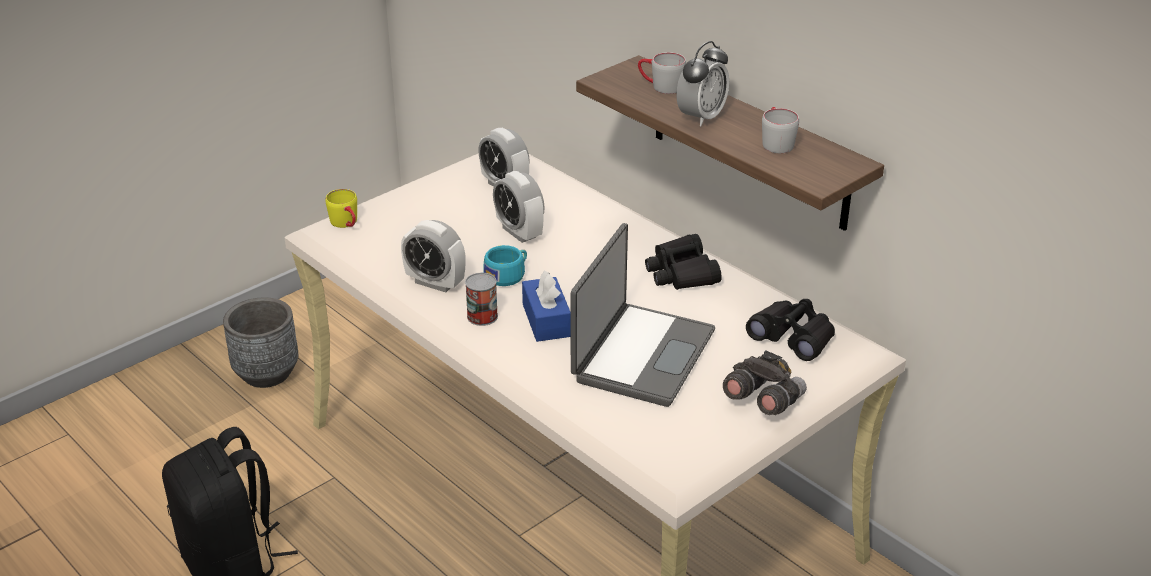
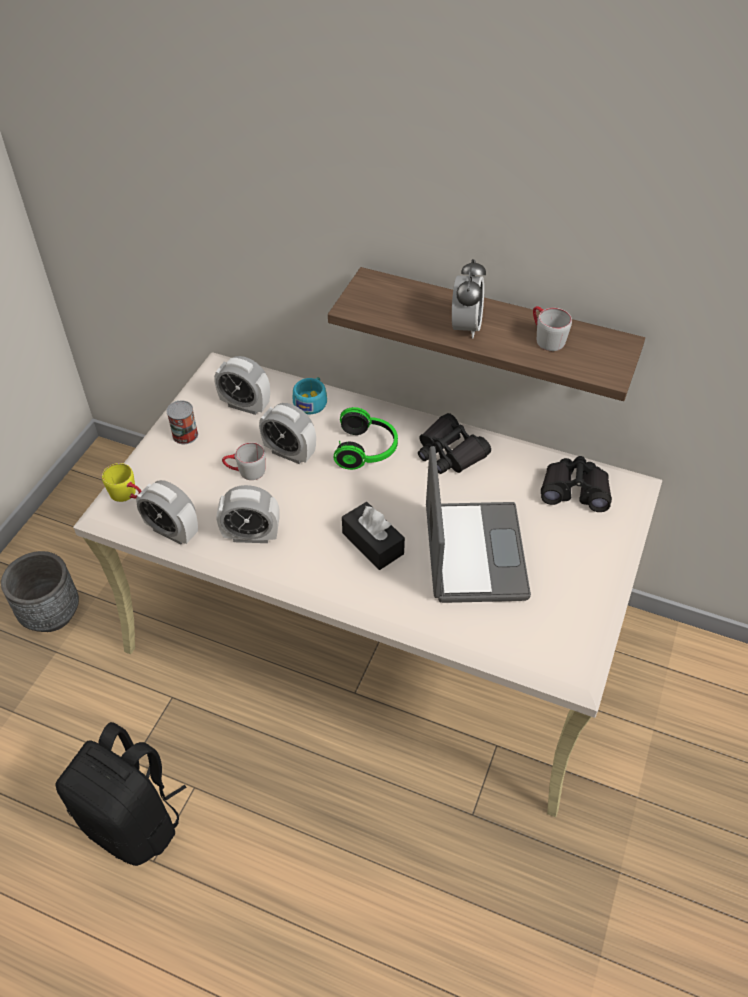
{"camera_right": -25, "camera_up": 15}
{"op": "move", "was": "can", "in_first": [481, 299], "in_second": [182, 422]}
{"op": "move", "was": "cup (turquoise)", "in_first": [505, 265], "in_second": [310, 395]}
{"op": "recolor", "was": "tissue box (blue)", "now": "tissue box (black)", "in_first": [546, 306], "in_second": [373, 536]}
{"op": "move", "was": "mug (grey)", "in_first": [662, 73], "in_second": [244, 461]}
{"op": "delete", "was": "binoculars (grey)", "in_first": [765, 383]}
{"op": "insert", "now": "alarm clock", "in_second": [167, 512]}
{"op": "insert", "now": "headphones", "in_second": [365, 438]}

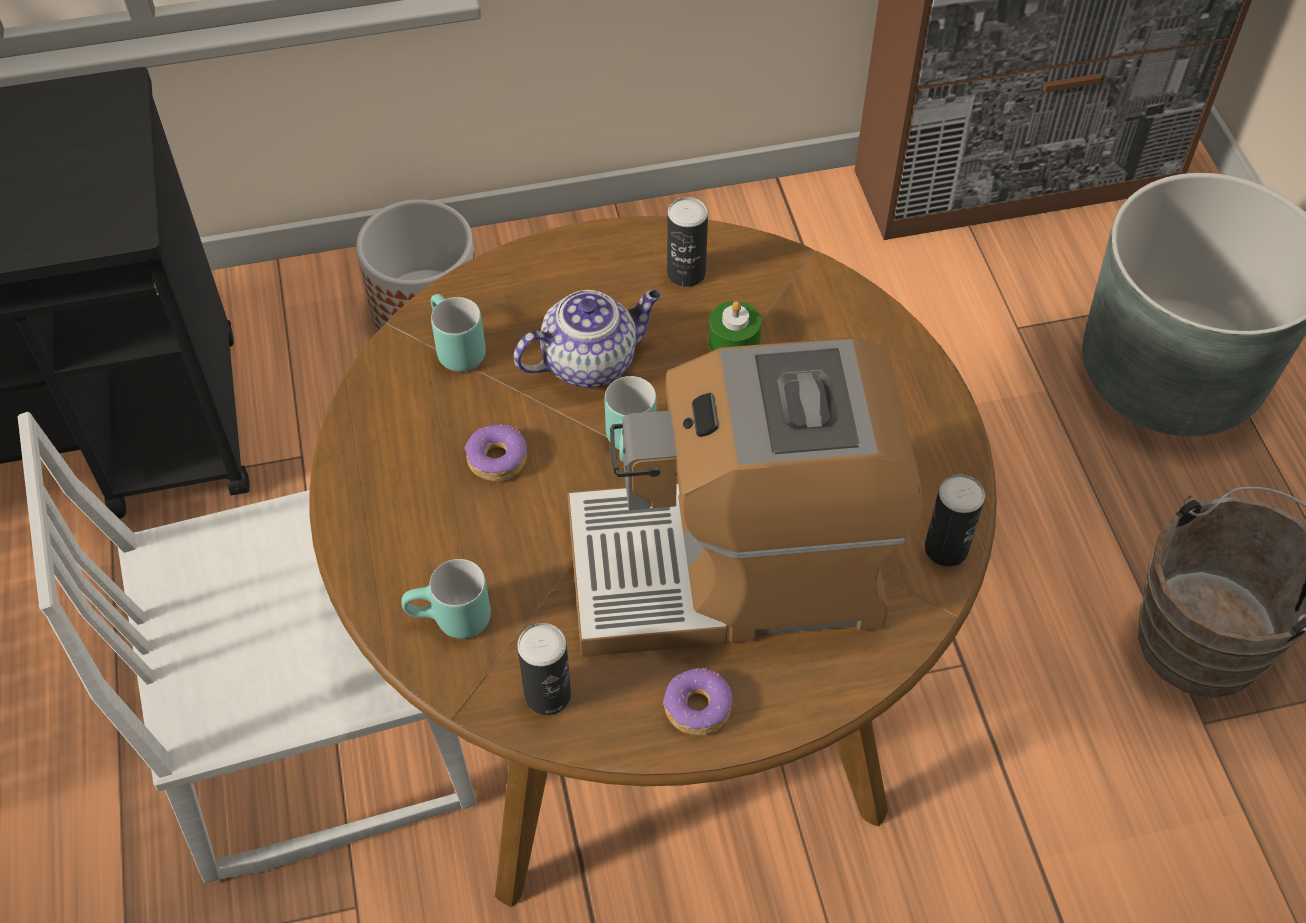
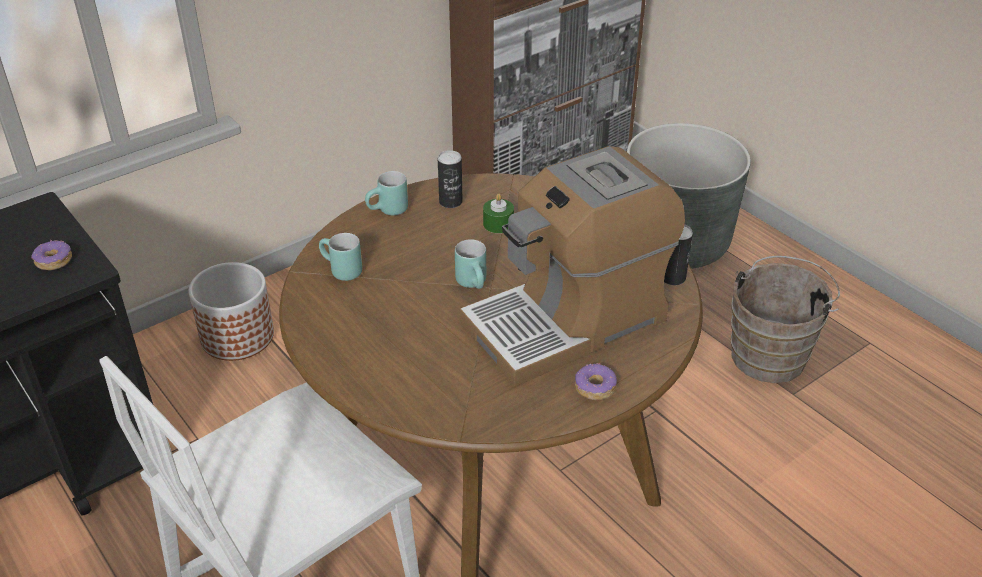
{"camera_right": -25, "camera_up": -15}
{"op": "move", "was": "mug (turquoise)", "in_first": [446, 599], "in_second": [386, 193]}
{"op": "move", "was": "donut", "in_first": [495, 453], "in_second": [51, 255]}
{"op": "delete", "was": "teapot", "in_first": [587, 339]}
{"op": "delete", "was": "can", "in_first": [544, 669]}

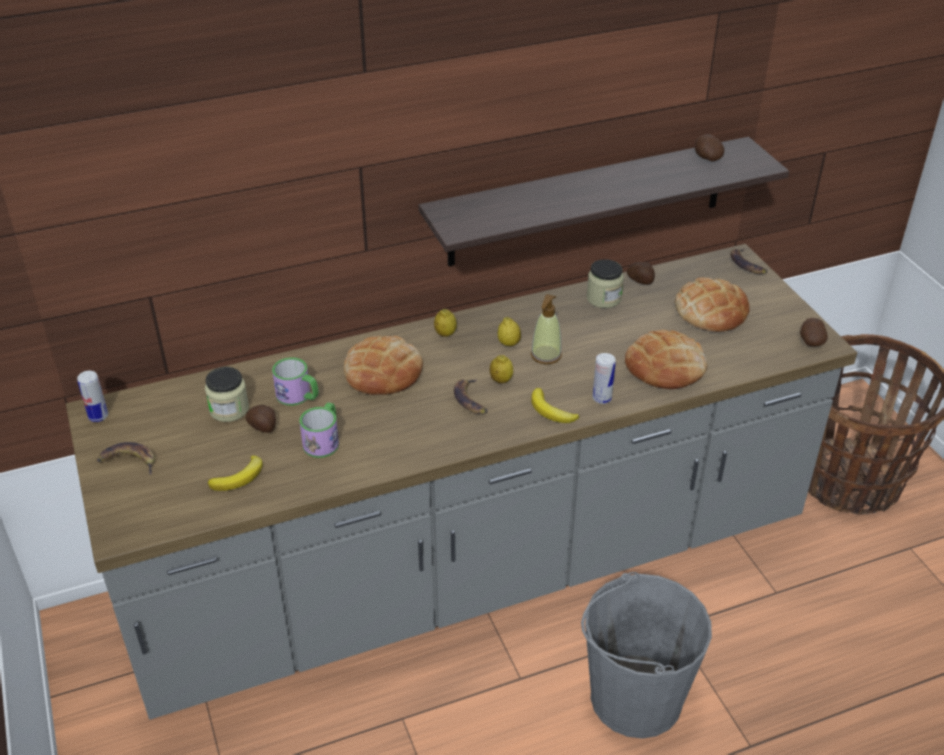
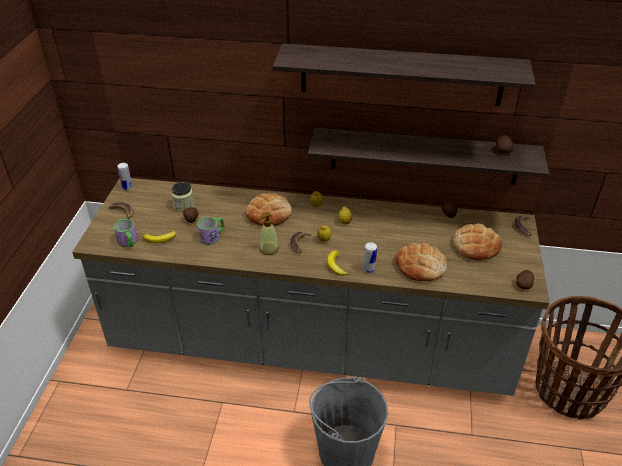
{"camera_right": 30, "camera_up": 0}
{"op": "move", "was": "mug", "in_first": [295, 381], "in_second": [126, 233]}
{"op": "move", "was": "soap dispenser", "in_first": [546, 329], "in_second": [268, 233]}
{"op": "delete", "was": "jar", "in_first": [605, 283]}
{"op": "insert", "now": "shelf", "in_second": [404, 74]}

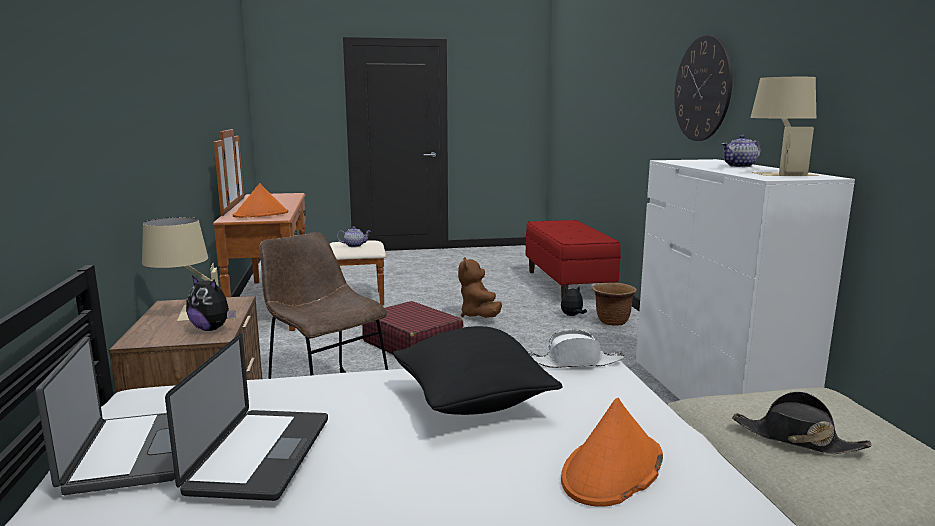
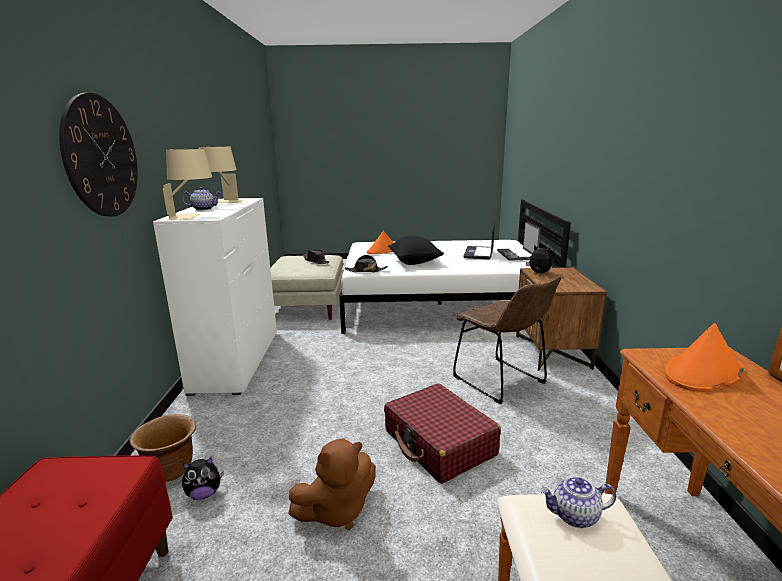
{"camera_right": -170, "camera_up": 5}
{"op": "move", "was": "table lamp (beige)", "in_first": [180, 269], "in_second": [187, 184]}
{"op": "rotate", "was": "plush toy (brown)", "in_first": [480, 287], "in_second": [332, 484], "clockwise": 60}
{"op": "recolor", "was": "hat (white)", "now": "hat (black)", "in_first": [575, 349], "in_second": [366, 264]}

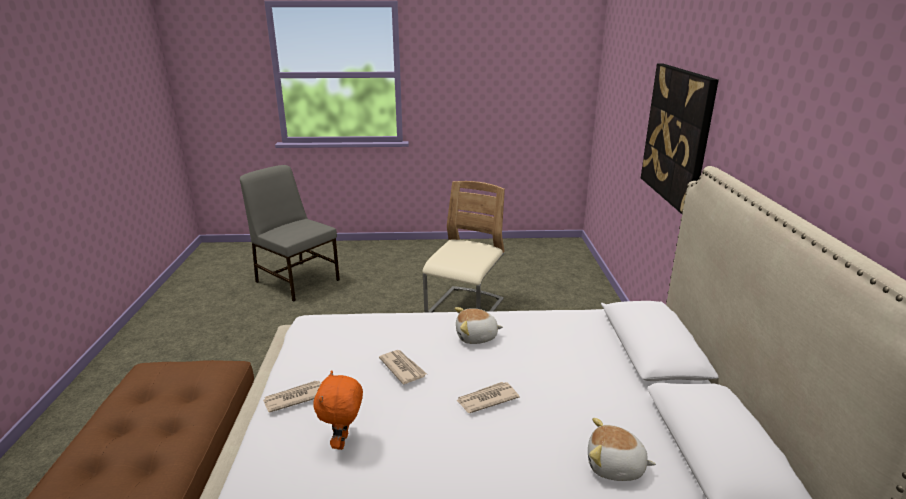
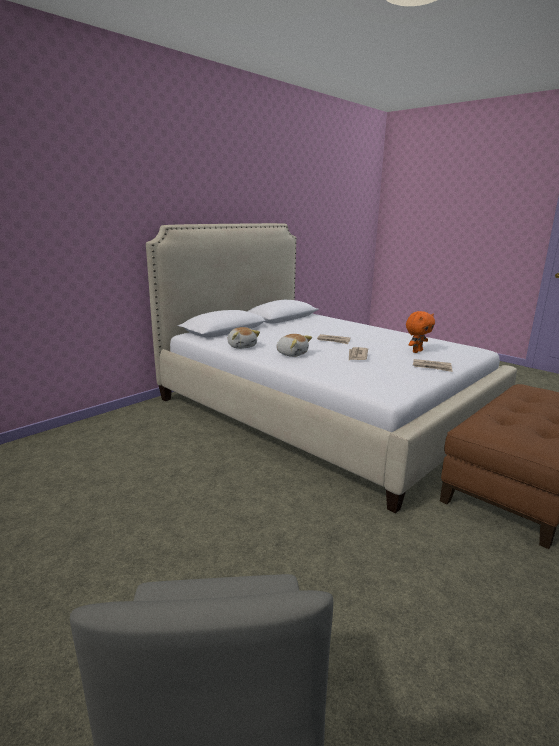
{"camera_right": -135, "camera_up": -5}
{"op": "delete", "was": "chair (beige)", "in_first": [464, 247]}
{"op": "move", "was": "plush toy", "in_first": [622, 449], "in_second": [243, 338]}
{"op": "delete", "was": "picture", "in_first": [680, 139]}

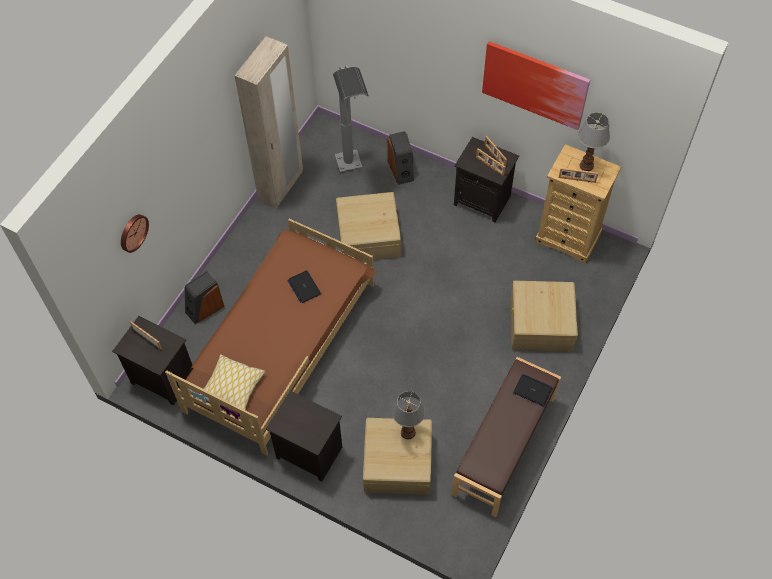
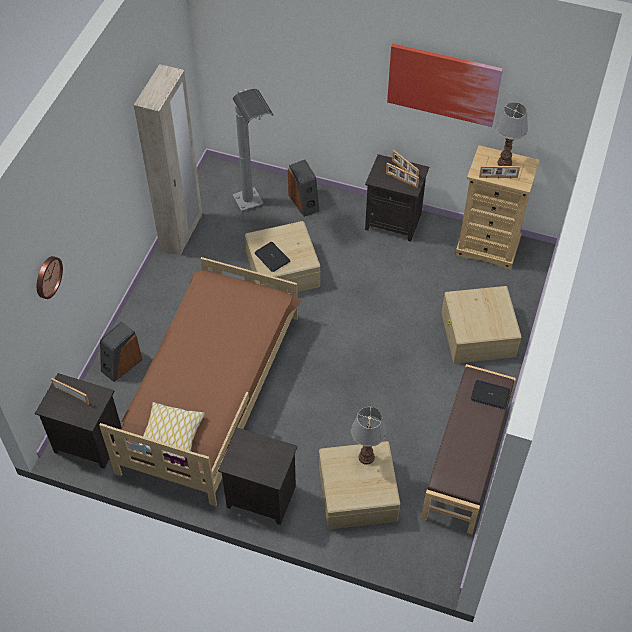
{"camera_right": -10, "camera_up": -5}
{"op": "move", "was": "laptop", "in_first": [304, 286], "in_second": [272, 257]}

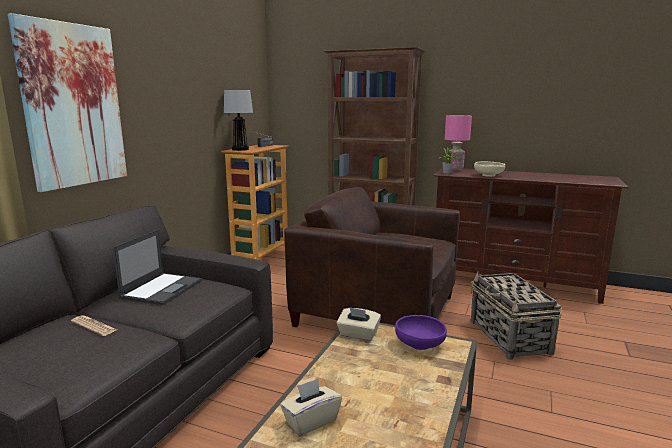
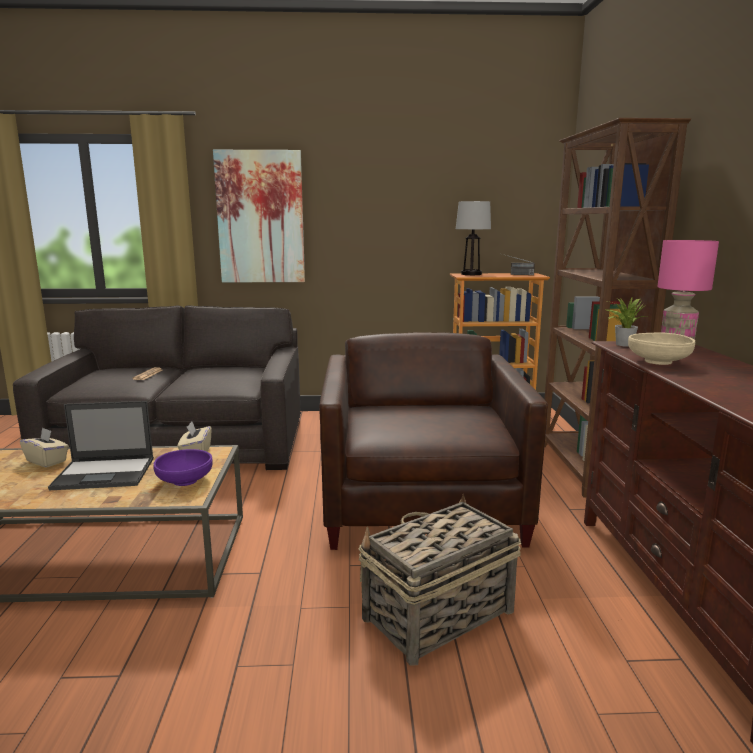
{"camera_right": 65, "camera_up": 0}
{"op": "move", "was": "laptop", "in_first": [157, 267], "in_second": [101, 445]}

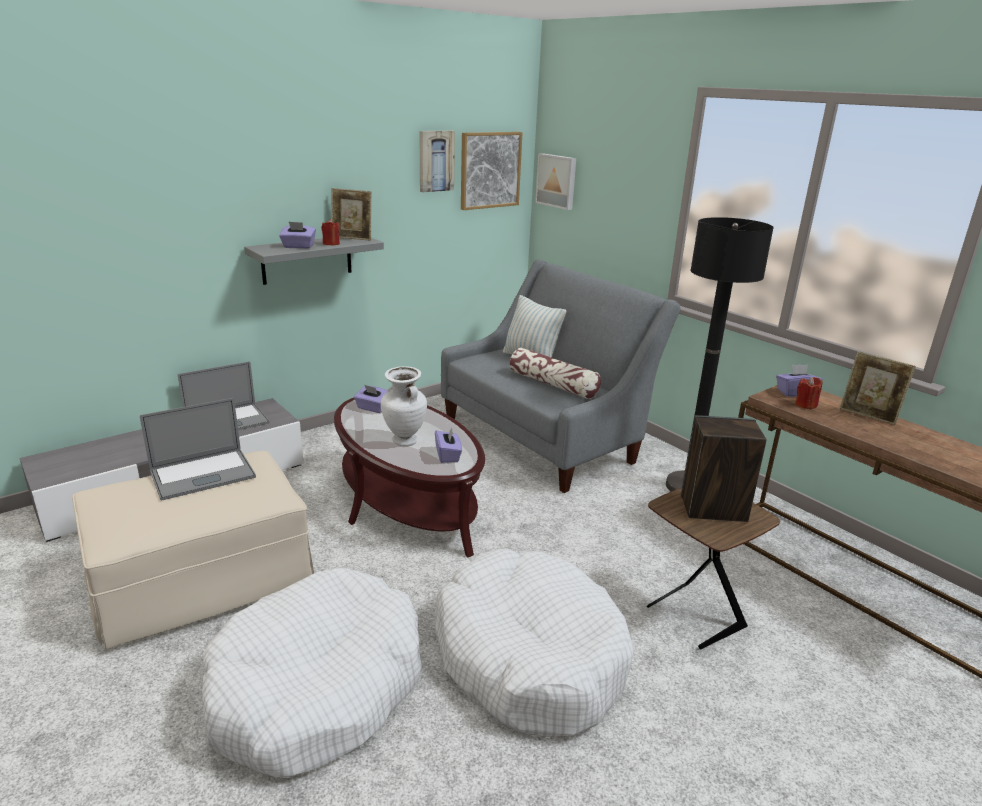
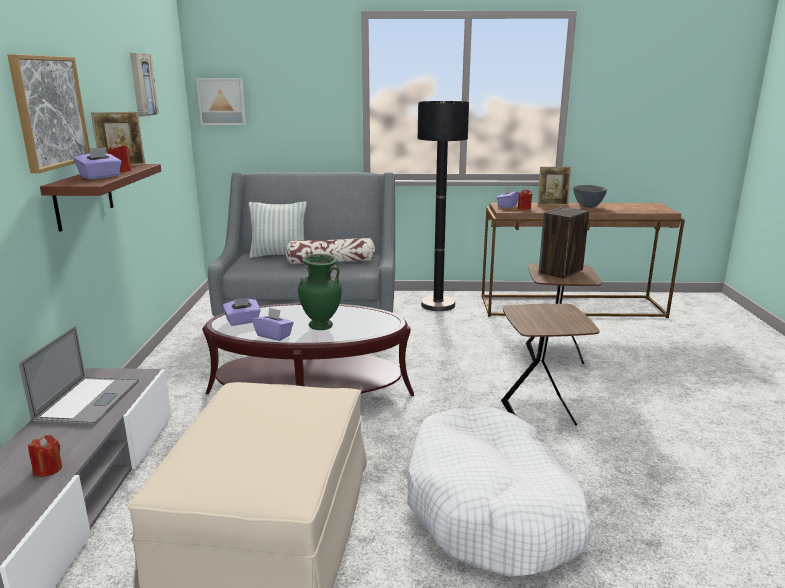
{"camera_right": -50, "camera_up": -5}
{"op": "delete", "was": "laptop", "in_first": [198, 449]}
{"op": "recolor", "was": "shelf (grey)", "now": "shelf (brown)", "in_first": [314, 261], "in_second": [100, 198]}
{"op": "recolor", "was": "vase (white)", "now": "vase (green)", "in_first": [404, 406], "in_second": [320, 292]}
{"op": "move", "was": "tissue box (purple)", "in_first": [448, 445], "in_second": [273, 324]}
{"op": "replace", "was": "dog bed (white)", "now": "side table (brown)", "in_first": [534, 643], "in_second": [550, 365]}
{"op": "move", "was": "picture", "in_first": [492, 171], "in_second": [48, 114]}
{"op": "insert", "now": "candle (red)", "in_second": [45, 456]}
{"op": "insert", "now": "bowl (grey)", "in_second": [590, 196]}

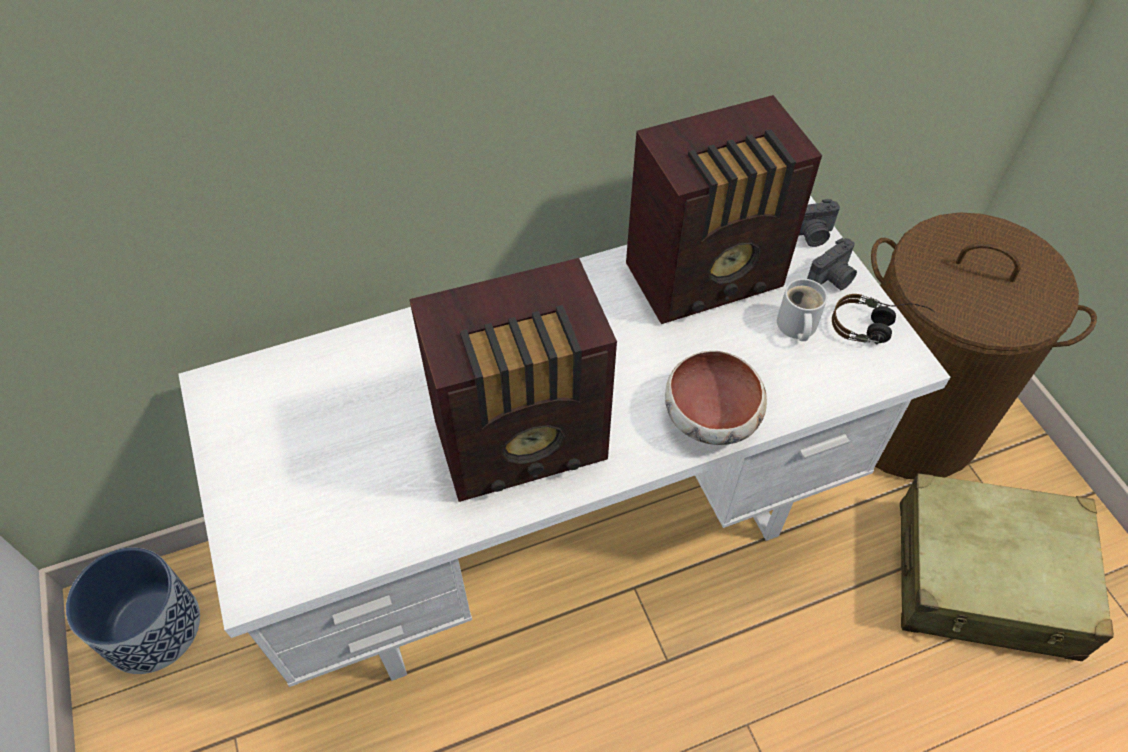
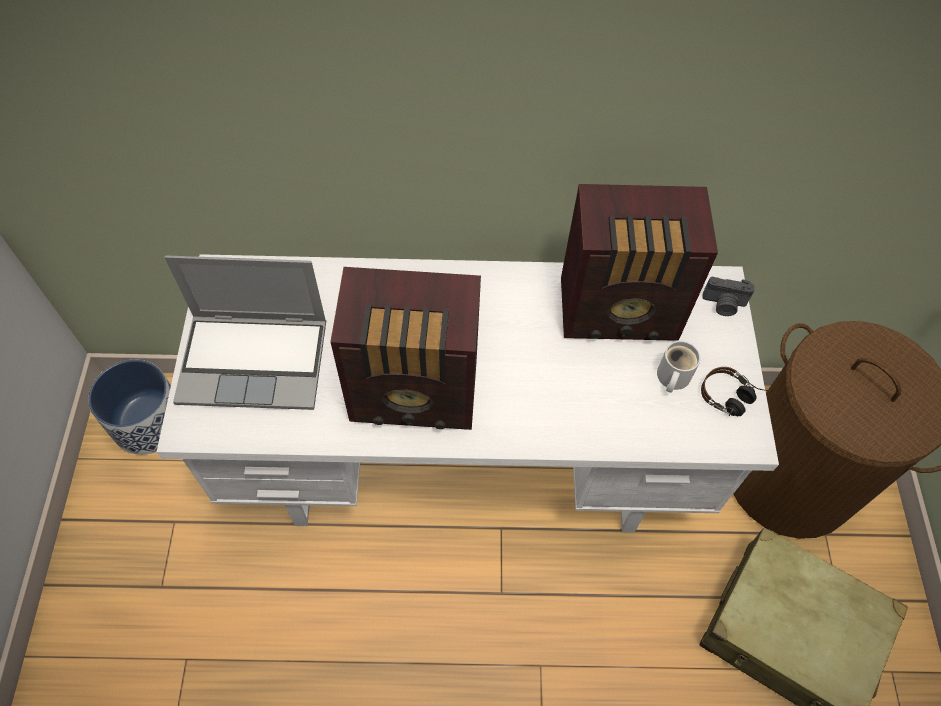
{"camera_right": 20, "camera_up": 5}
{"op": "delete", "was": "bowl", "in_first": [716, 398]}
{"op": "delete", "was": "photo camera", "in_first": [832, 264]}
{"op": "insert", "now": "laptop", "in_second": [245, 332]}

